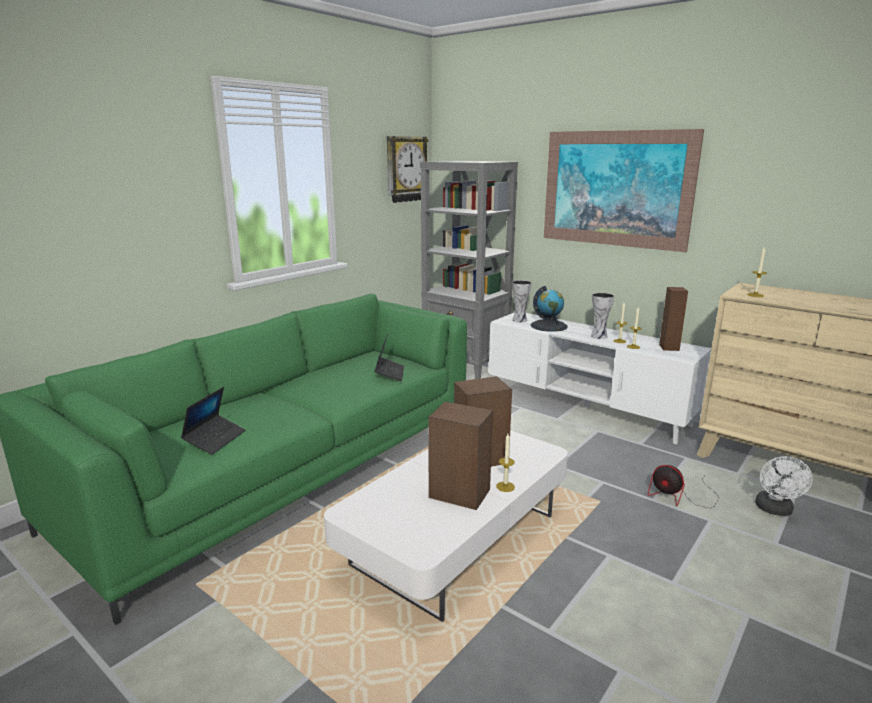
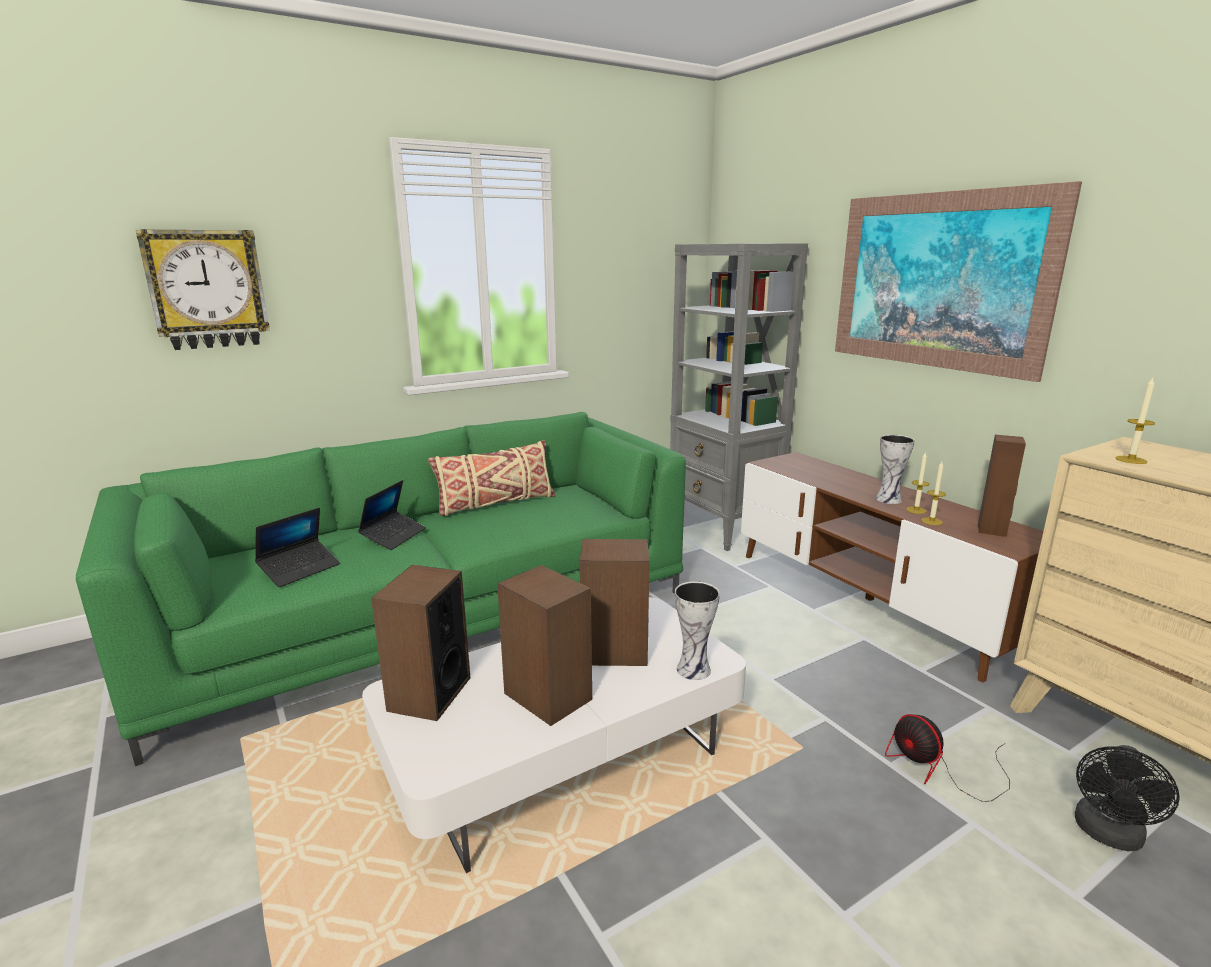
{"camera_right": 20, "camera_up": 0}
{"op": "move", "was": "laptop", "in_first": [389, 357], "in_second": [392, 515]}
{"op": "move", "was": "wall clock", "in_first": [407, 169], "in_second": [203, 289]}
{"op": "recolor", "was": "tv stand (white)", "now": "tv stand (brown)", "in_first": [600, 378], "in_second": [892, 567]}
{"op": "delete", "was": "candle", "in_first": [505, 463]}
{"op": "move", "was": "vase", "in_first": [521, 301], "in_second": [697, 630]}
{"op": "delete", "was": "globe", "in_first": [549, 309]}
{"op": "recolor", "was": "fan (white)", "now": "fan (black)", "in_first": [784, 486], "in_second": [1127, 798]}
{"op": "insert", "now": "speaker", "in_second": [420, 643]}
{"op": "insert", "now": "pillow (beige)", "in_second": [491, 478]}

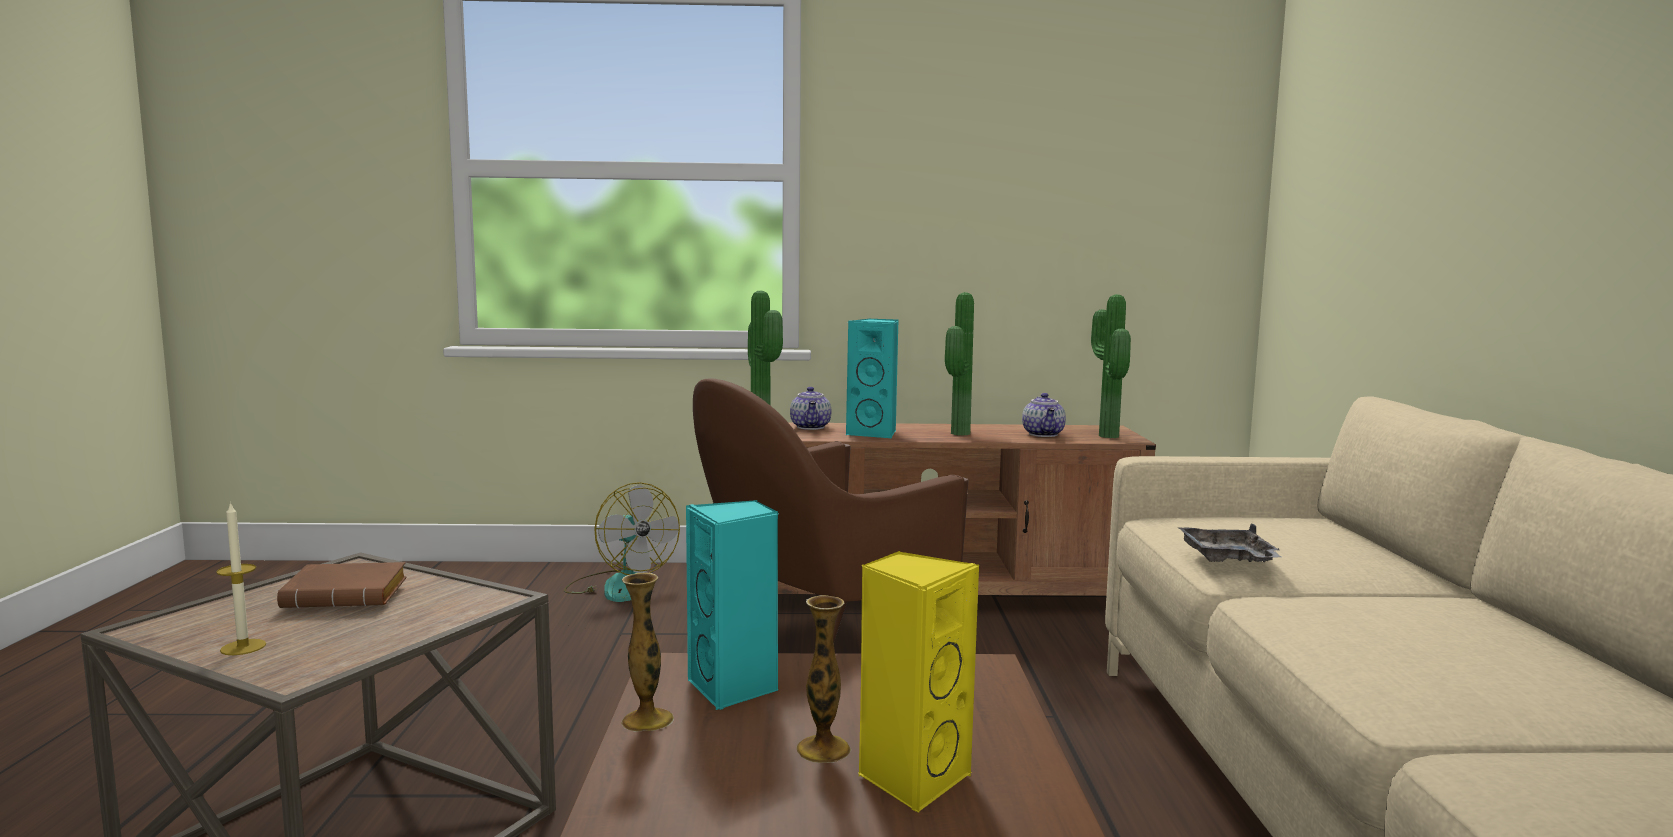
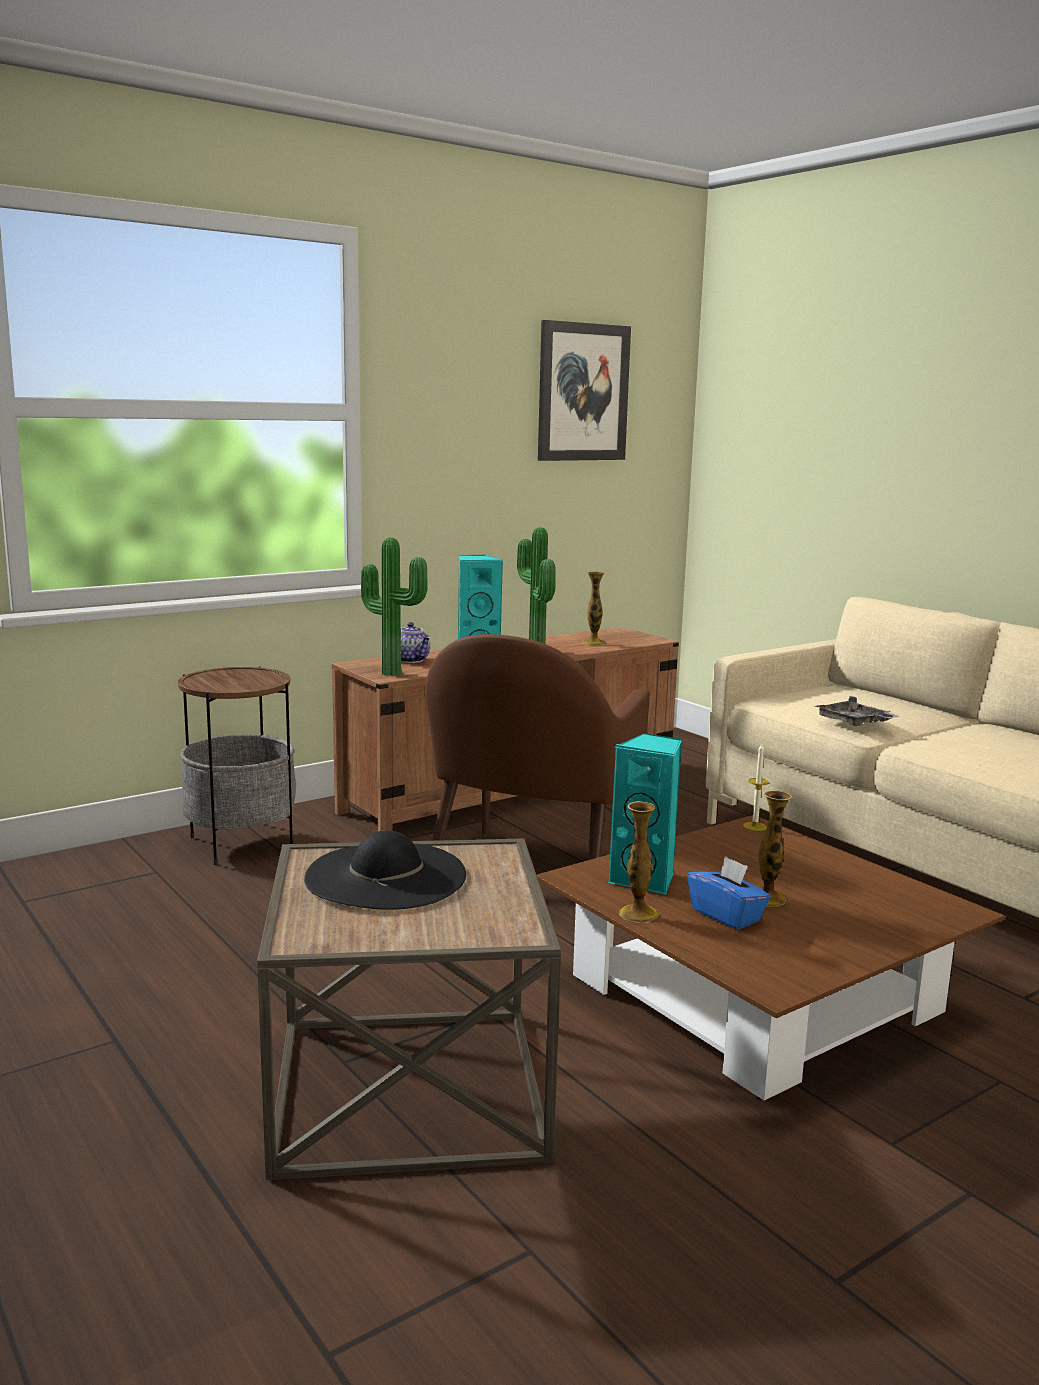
{"camera_right": -35, "camera_up": 5}
{"op": "move", "was": "candle", "in_first": [241, 578], "in_second": [756, 787]}
{"op": "replace", "was": "book (brown)", "now": "hat (black)", "in_first": [342, 585], "in_second": [385, 870]}
{"op": "replace", "was": "fan", "now": "side table", "in_first": [622, 542], "in_second": [237, 766]}
{"op": "delete", "was": "speaker (yellow)", "in_first": [918, 682]}
{"op": "replace", "was": "teapot", "now": "vase", "in_first": [1044, 415], "in_second": [594, 608]}
{"op": "delete", "was": "potted plant", "in_first": [1111, 366]}
{"op": "insert", "now": "picture", "in_second": [584, 390]}
{"op": "insert", "now": "tissue box (blue)", "in_second": [729, 893]}

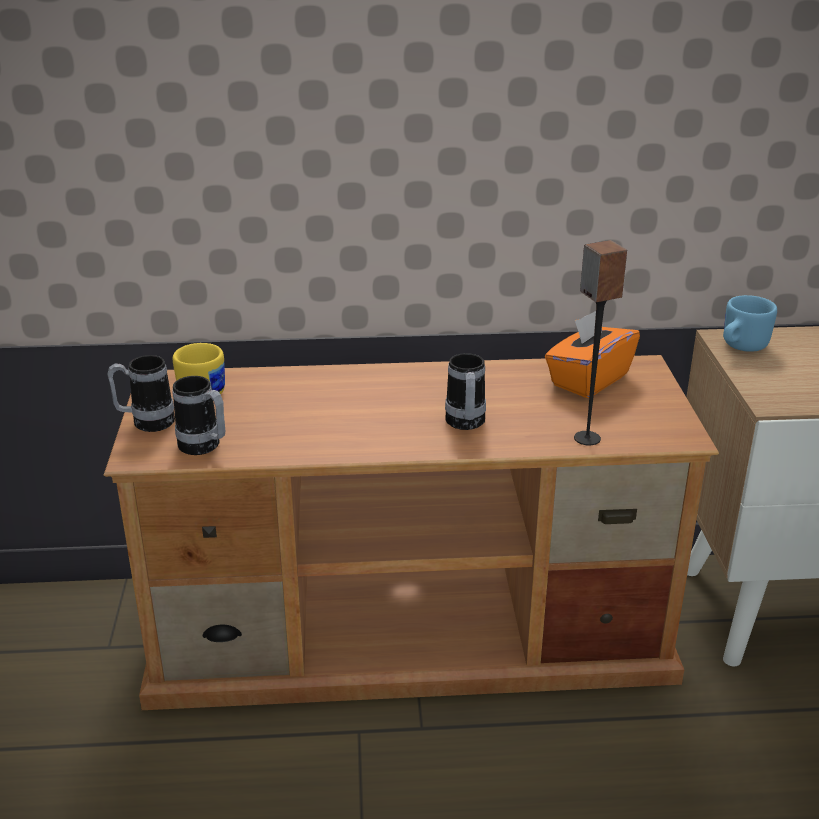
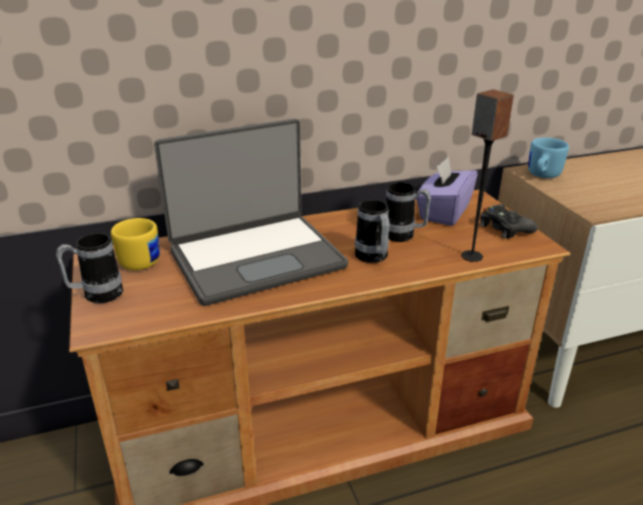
{"camera_right": -15, "camera_up": 0}
{"op": "move", "was": "mug", "in_first": [198, 415], "in_second": [408, 212]}
{"op": "recolor", "was": "tissue box (orange)", "now": "tissue box (purple)", "in_first": [592, 354], "in_second": [447, 191]}
{"op": "insert", "now": "laptop", "in_second": [251, 212]}
{"op": "insert", "now": "game controller (black)", "in_second": [509, 221]}

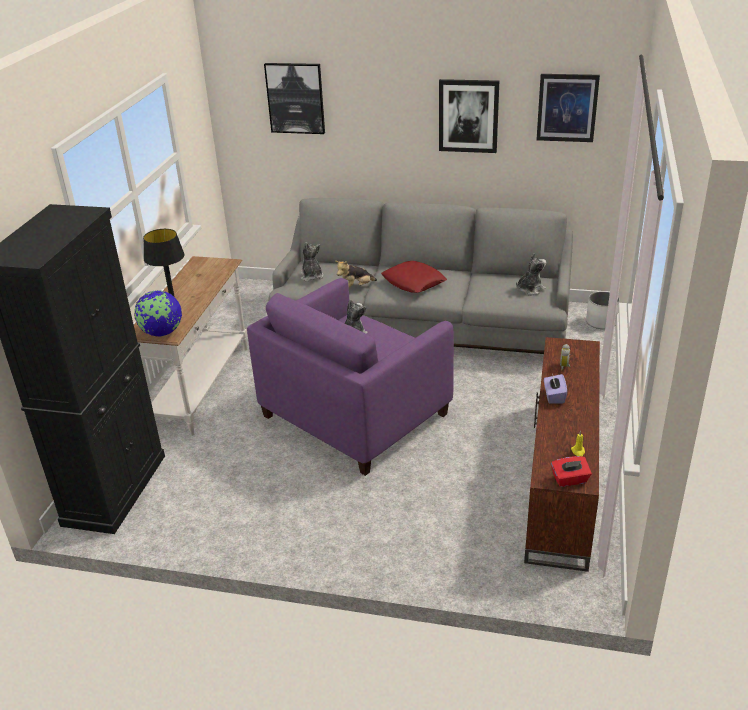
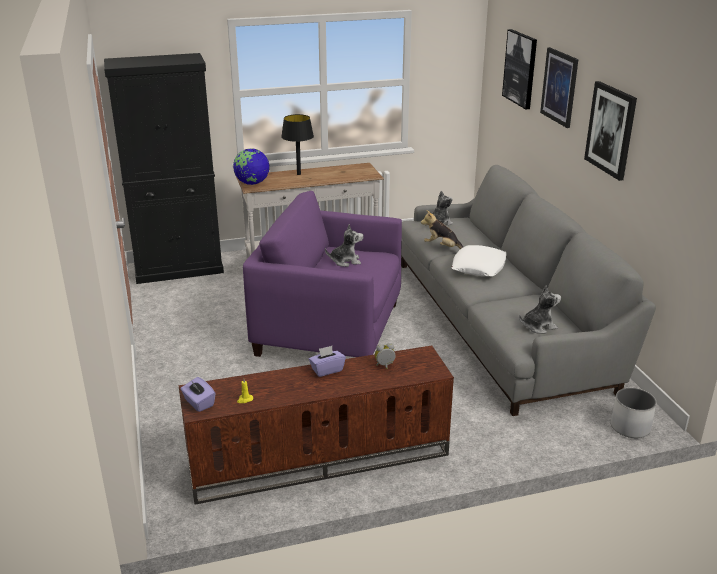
{"camera_right": 60, "camera_up": -5}
{"op": "recolor", "was": "pillow (red)", "now": "pillow (white)", "in_first": [414, 277], "in_second": [479, 260]}
{"op": "rotate", "was": "plush toy", "in_first": [531, 274], "in_second": [540, 310], "clockwise": -45}
{"op": "move", "was": "picture", "in_first": [568, 108], "in_second": [559, 87]}
{"op": "recolor", "was": "tissue box (red)", "now": "tissue box (purple)", "in_first": [571, 471], "in_second": [197, 394]}

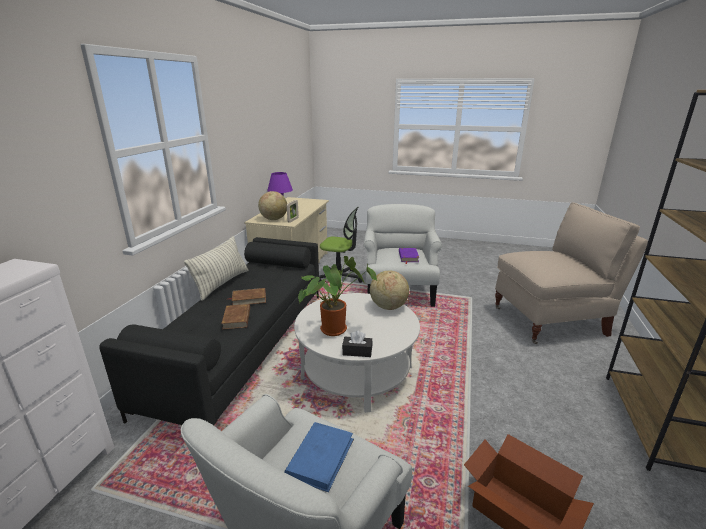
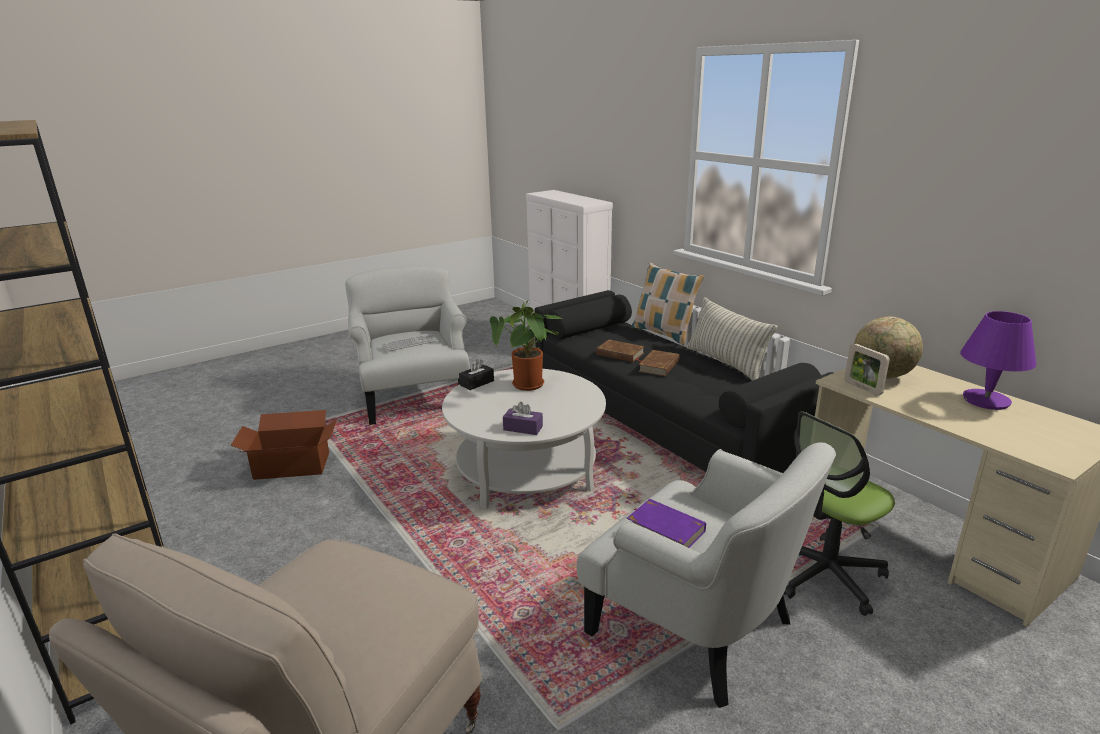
{"camera_right": 130, "camera_up": 0}
{"op": "replace", "was": "book (blue)", "now": "keyboard", "in_first": [319, 457], "in_second": [410, 342]}
{"op": "replace", "was": "globe", "now": "tissue box (purple)", "in_first": [389, 290], "in_second": [523, 418]}
{"op": "insert", "now": "pillow", "in_second": [667, 303]}

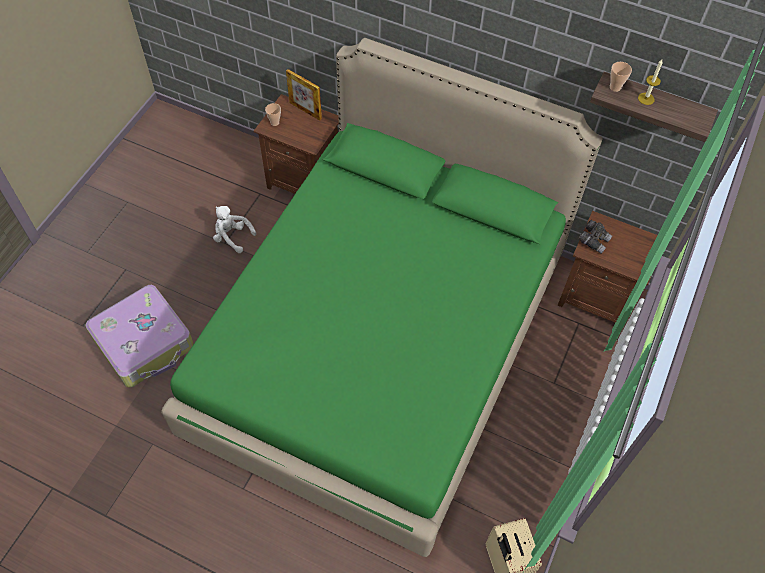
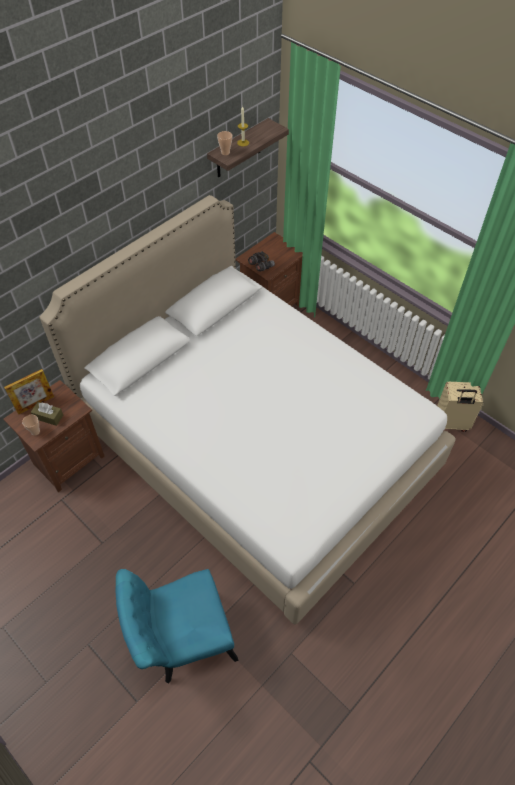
{"camera_right": -70, "camera_up": -5}
{"op": "replace", "was": "suitcase", "now": "chair (turquoise)", "in_first": [140, 336], "in_second": [177, 626]}
{"op": "recolor", "was": "bed (green)", "now": "bed (white)", "in_first": [381, 297], "in_second": [247, 410]}
{"op": "delete", "was": "plush toy (white)", "in_first": [234, 229]}
{"op": "insert", "now": "tissue box (brown)", "in_second": [47, 414]}

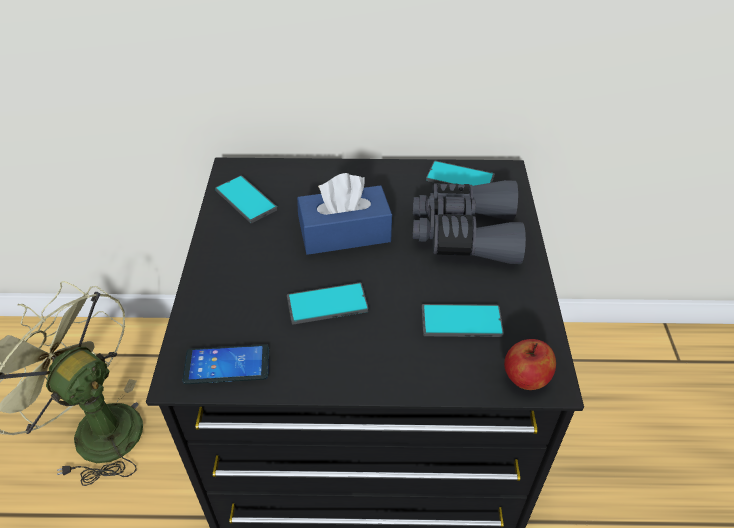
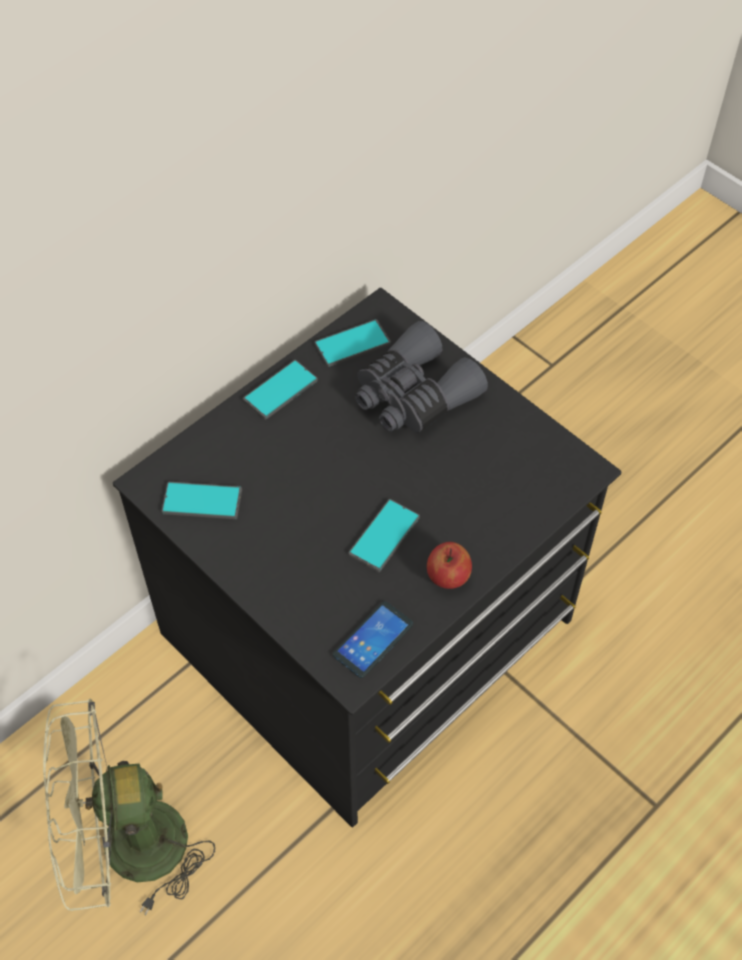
{"camera_right": -45, "camera_up": 10}
{"op": "delete", "was": "tissue box (blue)", "in_first": [344, 214]}
{"op": "move", "was": "phone", "in_first": [462, 320], "in_second": [280, 390]}
{"op": "move", "was": "apple", "in_first": [530, 364], "in_second": [449, 565]}

